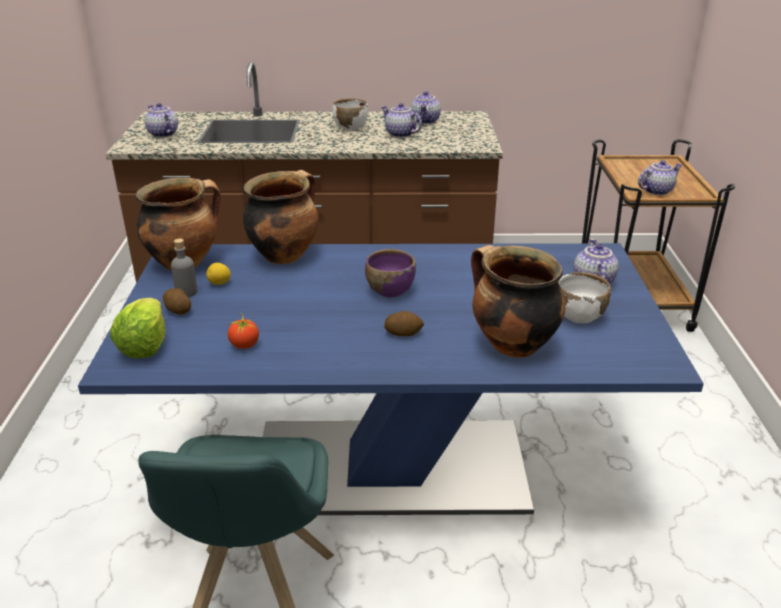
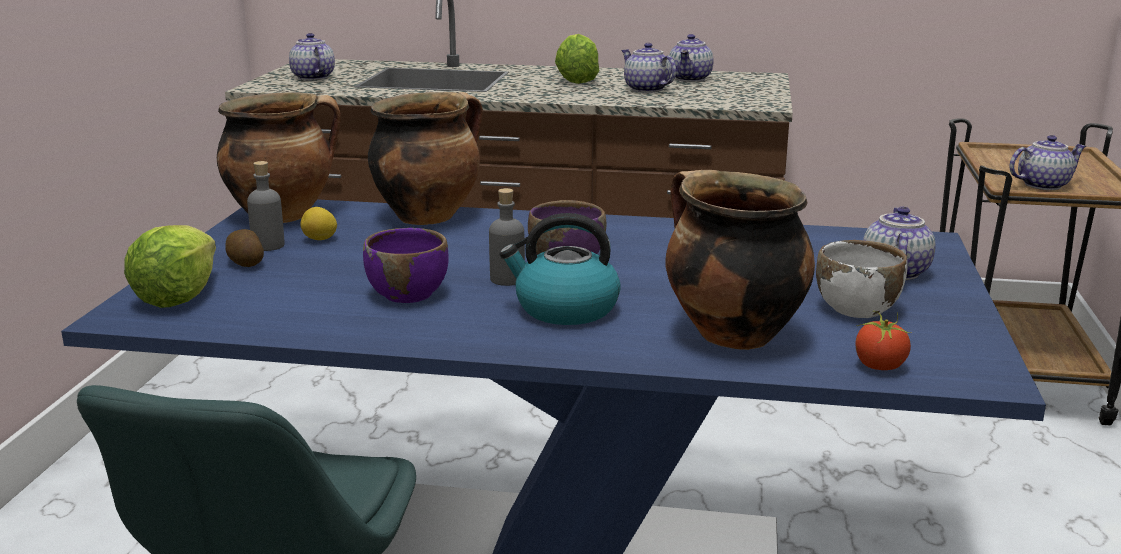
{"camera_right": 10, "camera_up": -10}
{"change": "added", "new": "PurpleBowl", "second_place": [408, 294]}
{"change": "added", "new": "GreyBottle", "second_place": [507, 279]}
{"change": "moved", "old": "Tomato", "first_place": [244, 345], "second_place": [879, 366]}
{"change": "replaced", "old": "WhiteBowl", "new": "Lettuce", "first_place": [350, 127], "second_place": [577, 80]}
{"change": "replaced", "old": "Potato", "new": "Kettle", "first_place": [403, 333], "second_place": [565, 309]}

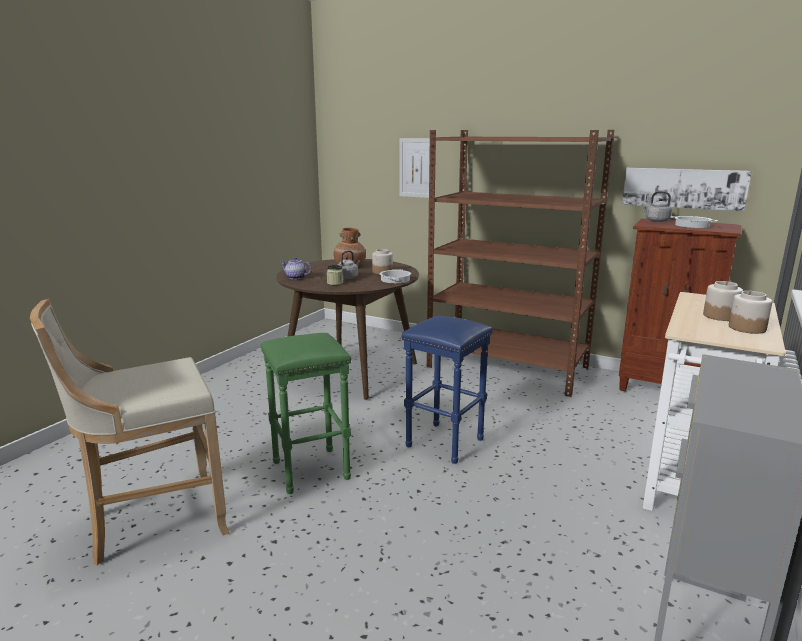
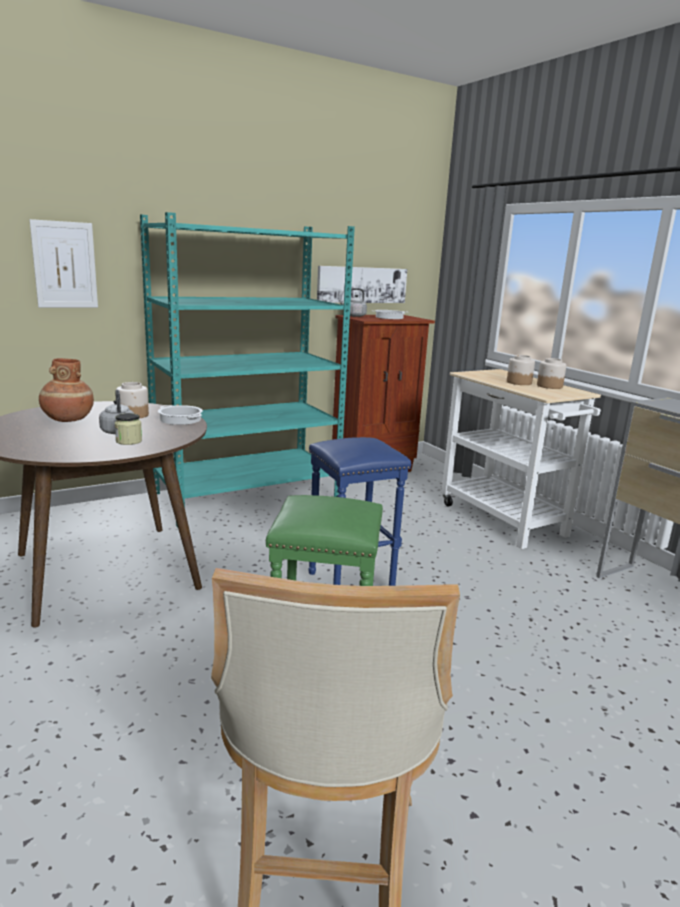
{"camera_right": -60, "camera_up": 0}
{"change": "removed", "old": "Teapot", "first_place": [295, 278]}
{"change": "recoloured", "old": "BrownBookcase", "new": "TurquoiseBookcase", "first_place": [507, 367], "second_place": [247, 497]}

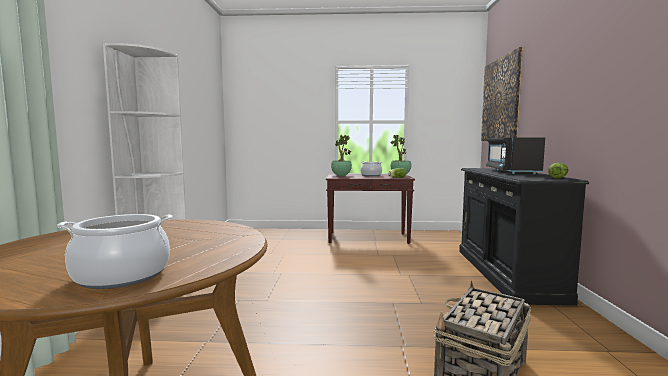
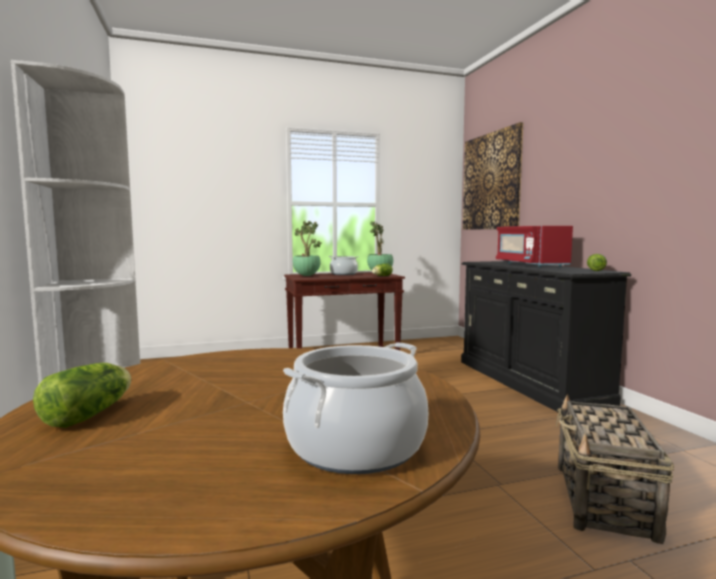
{"camera_right": -20, "camera_up": 0}
{"change": "added", "new": "Lettuce", "second_place": [91, 414]}
{"change": "recoloured", "old": "BlackMicrowave", "new": "RedMicrowave", "first_place": [511, 172], "second_place": [529, 265]}

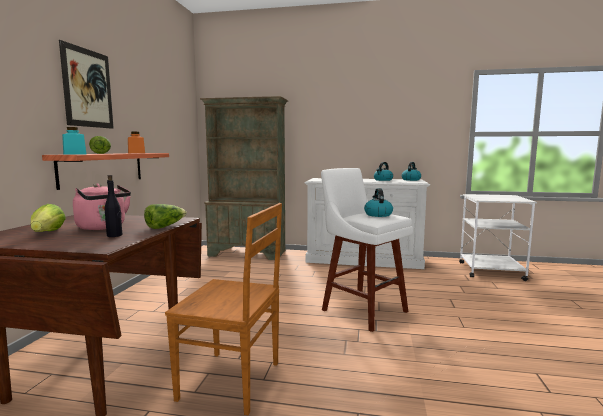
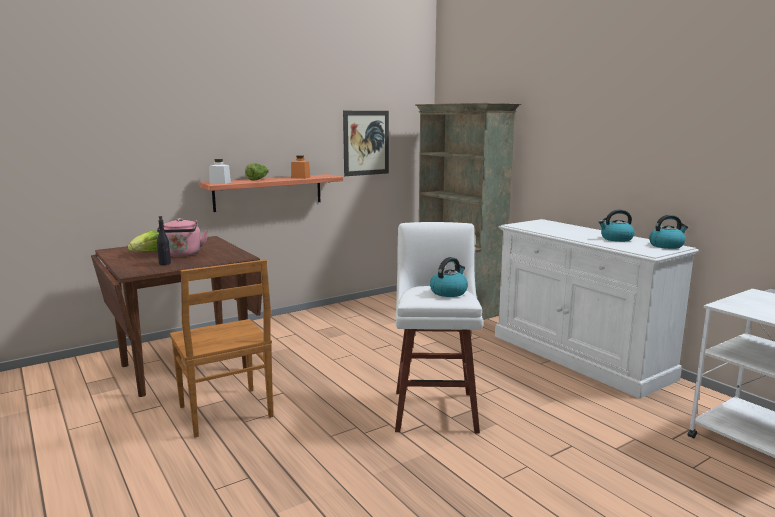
{"camera_right": 45, "camera_up": 5}
{"change": "removed", "old": "Lettuce", "first_place": [165, 226]}
{"change": "moved", "old": "Picture", "first_place": [88, 88], "second_place": [366, 143]}
{"change": "recoloured", "old": "TurquoiseJar", "new": "WhiteJar", "first_place": [74, 154], "second_place": [220, 183]}

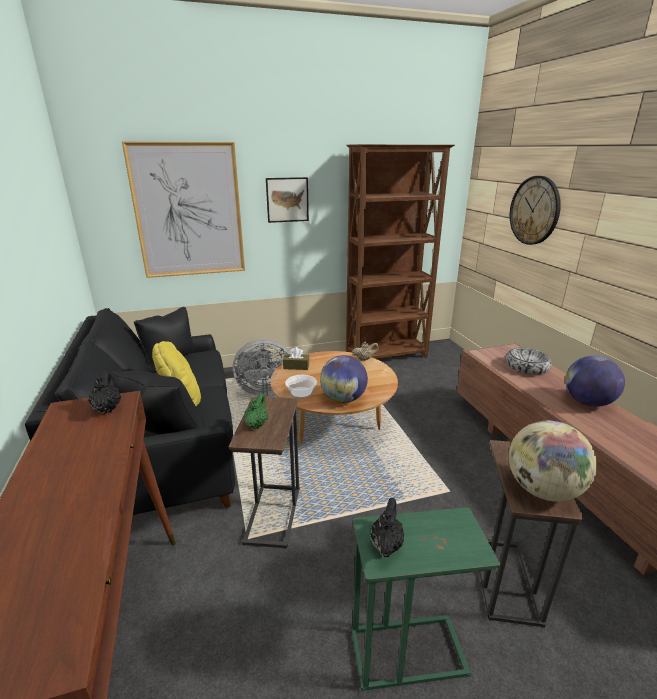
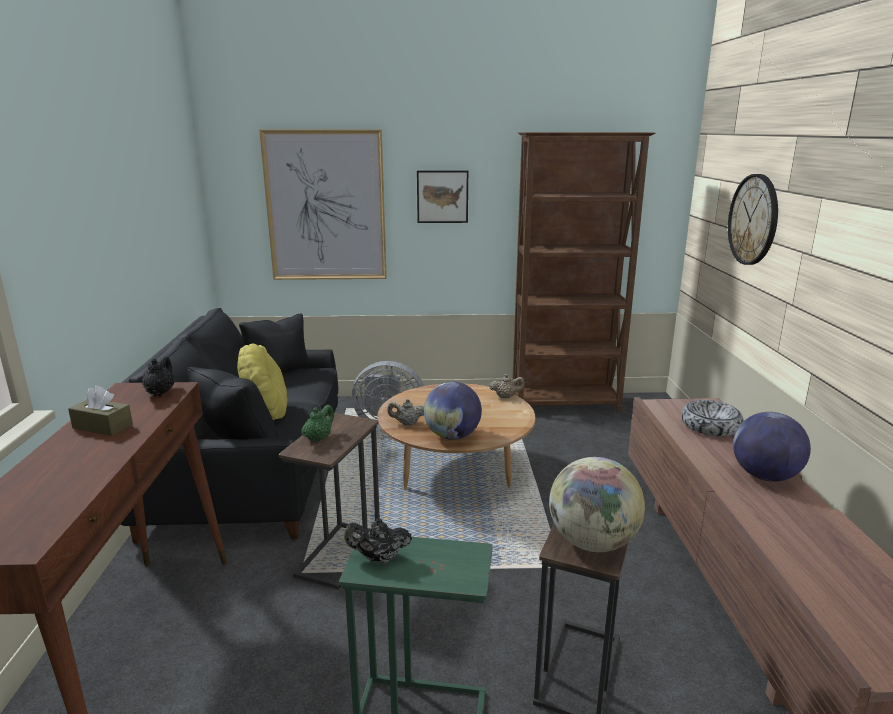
{"camera_right": 15, "camera_up": -5}
{"change": "moved", "old": "BrownTissueBox", "first_place": [296, 366], "second_place": [103, 426]}
{"change": "replaced", "old": "Bowl", "new": "BeigeTeapot", "first_place": [301, 392], "second_place": [407, 423]}
{"change": "turned", "old": "BlackTeapot", "first_place": [386, 544], "second_place": [379, 558], "degrees": -120}

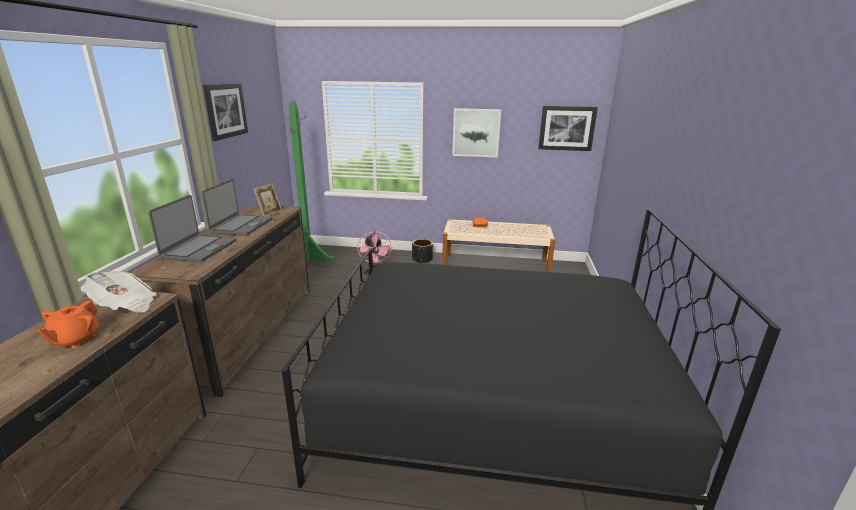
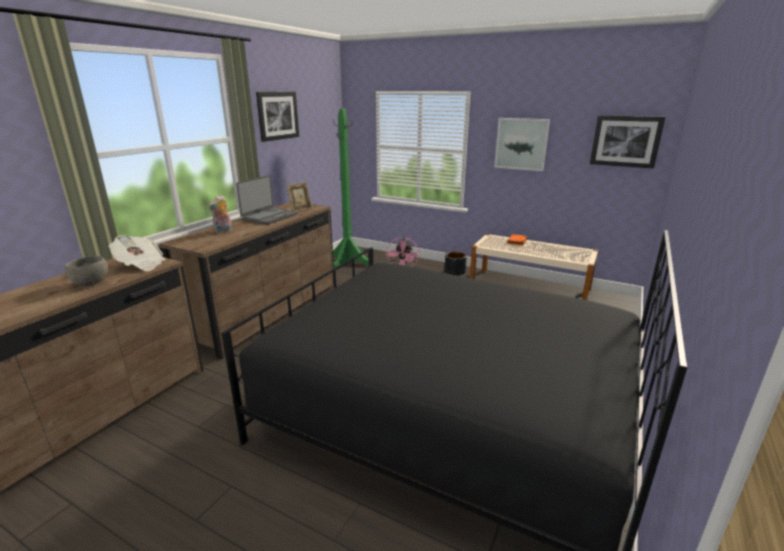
{"camera_right": 20, "camera_up": 0}
{"change": "replaced", "old": "OrangeTeapot", "new": "GreyBowl", "first_place": [75, 340], "second_place": [91, 283]}
{"change": "replaced", "old": "Laptop", "new": "PlushToy", "first_place": [199, 249], "second_place": [223, 231]}

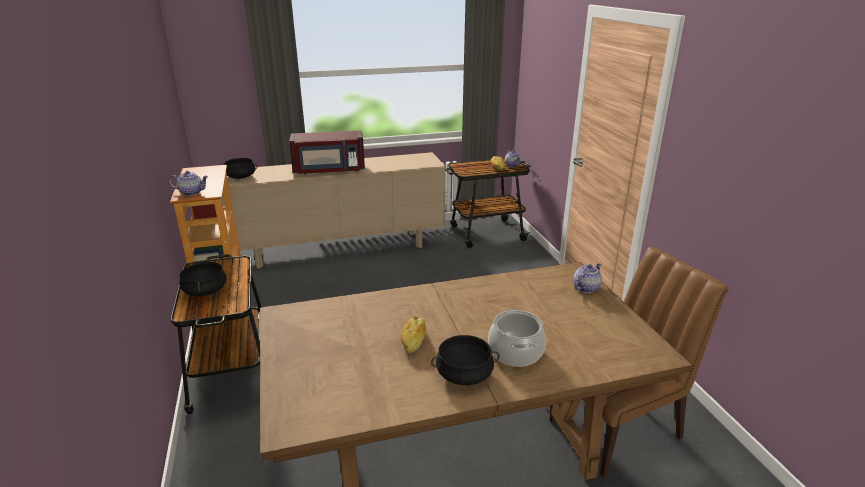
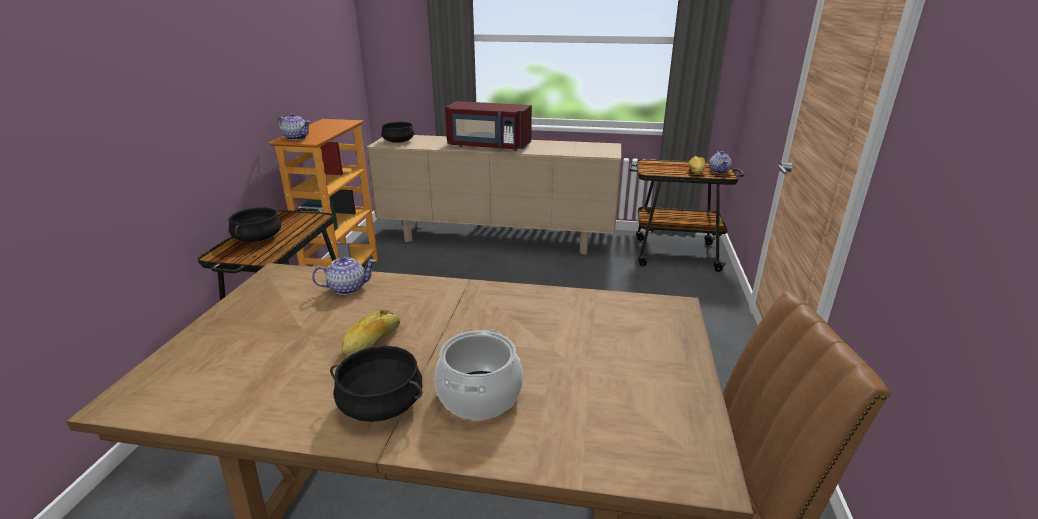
{"camera_right": 25, "camera_up": 0}
{"change": "moved", "old": "Teapot", "first_place": [586, 287], "second_place": [348, 288]}

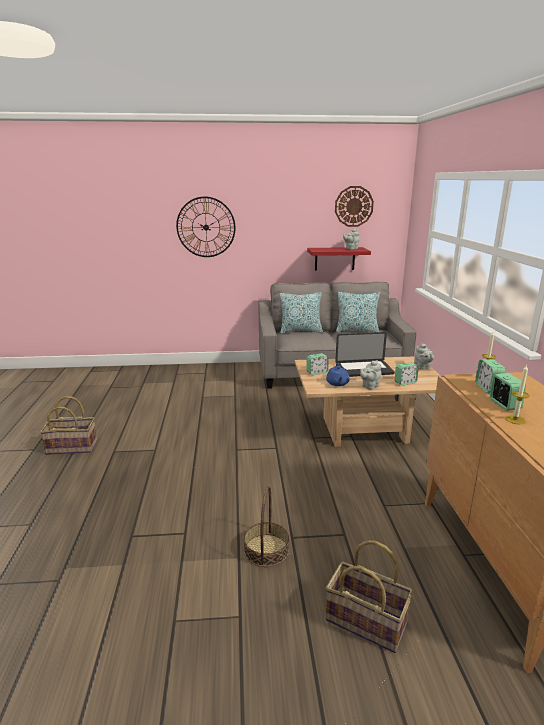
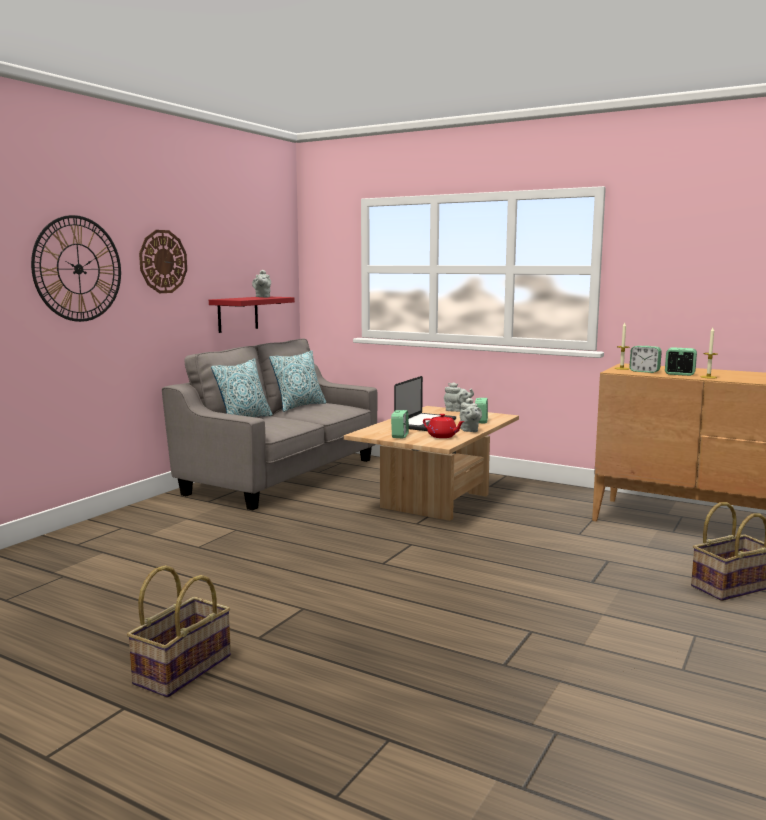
{"camera_right": -55, "camera_up": -10}
{"change": "removed", "old": "Basket", "first_place": [266, 550]}
{"change": "moved", "old": "WallClock", "first_place": [354, 206], "second_place": [163, 261]}
{"change": "recoloured", "old": "BlueTeapot", "new": "RedTeapot", "first_place": [337, 383], "second_place": [442, 436]}

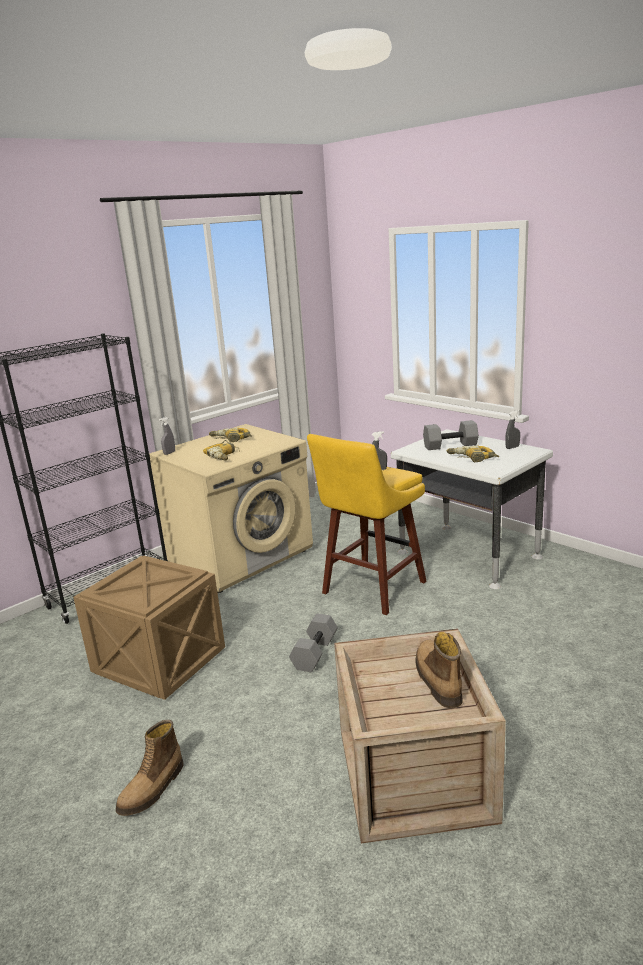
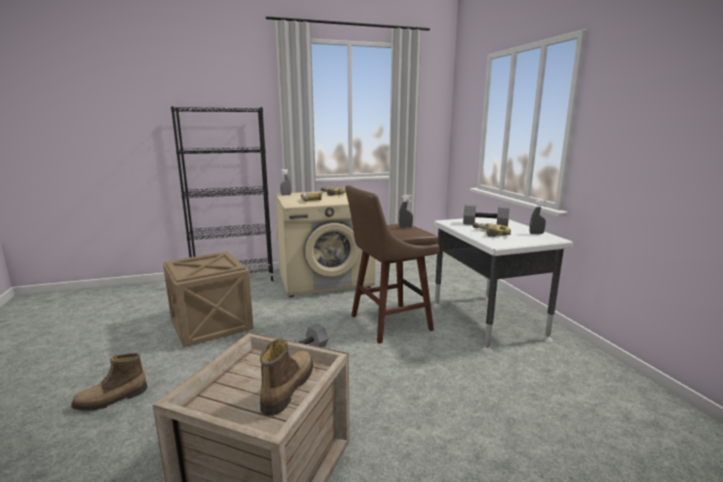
{"camera_right": 25, "camera_up": -5}
{"change": "recoloured", "old": "YellowStool", "new": "BrownStool", "first_place": [372, 589], "second_place": [387, 323]}

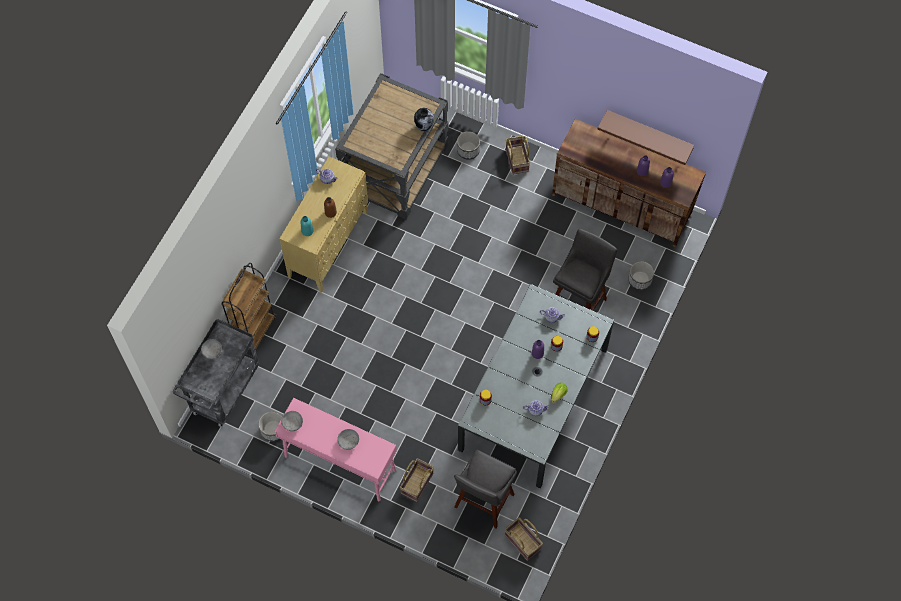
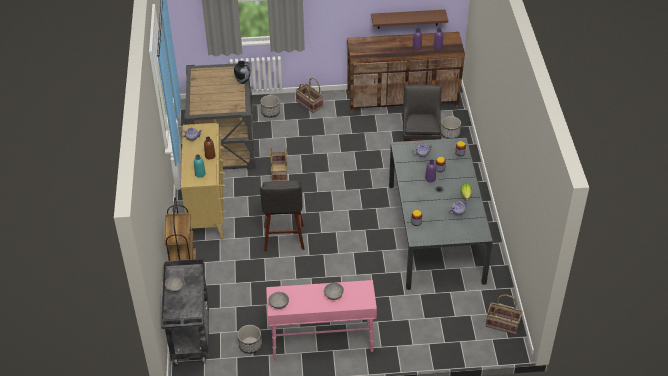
{"camera_right": -30, "camera_up": -20}
{"change": "moved", "old": "Basket", "first_place": [417, 484], "second_place": [279, 173]}
{"change": "moved", "old": "GreyStool", "first_place": [482, 502], "second_place": [283, 239]}

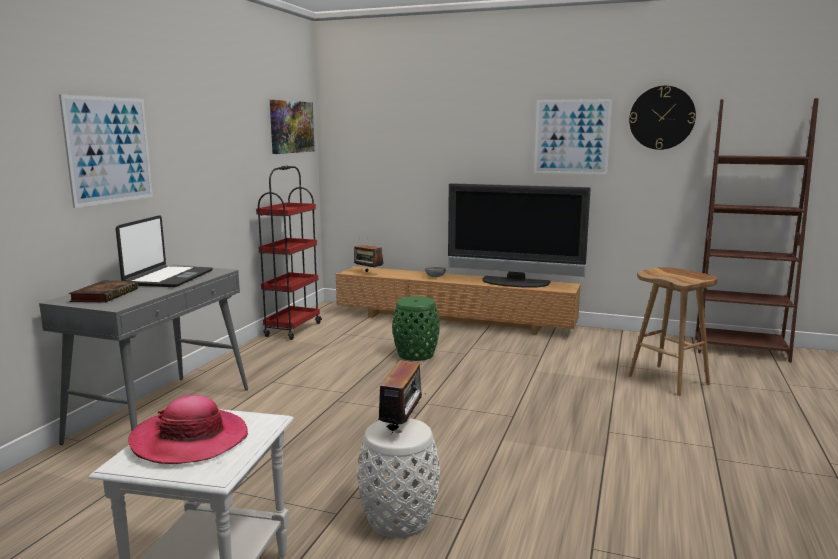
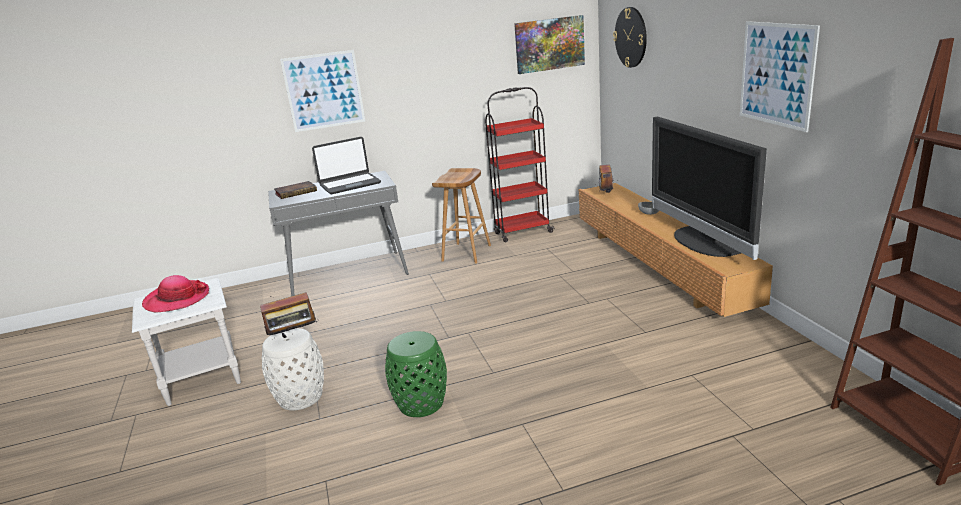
{"camera_right": 55, "camera_up": 10}
{"change": "moved", "old": "GreenStool", "first_place": [416, 354], "second_place": [421, 403]}
{"change": "moved", "old": "BrownStool", "first_place": [669, 380], "second_place": [467, 253]}
{"change": "moved", "old": "WallClock", "first_place": [661, 118], "second_place": [631, 37]}

